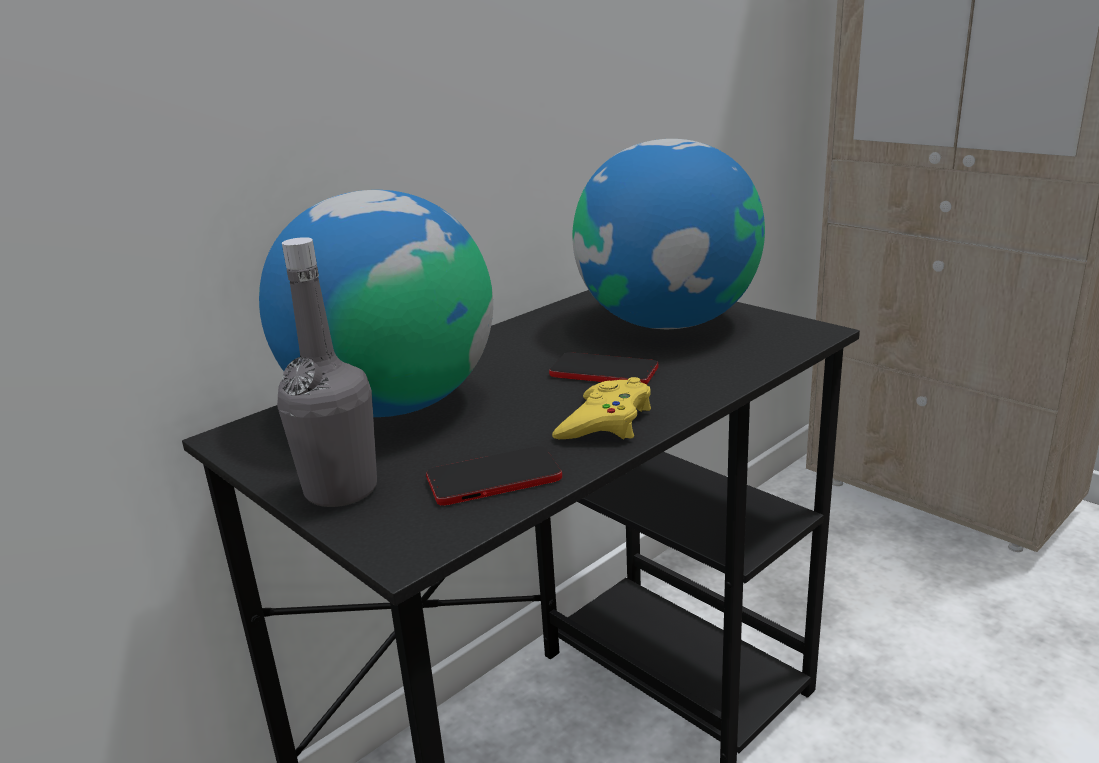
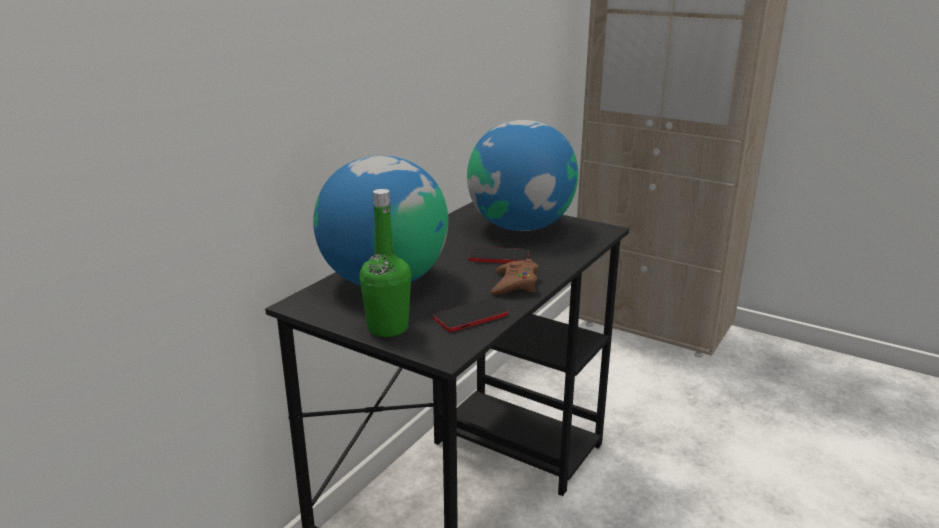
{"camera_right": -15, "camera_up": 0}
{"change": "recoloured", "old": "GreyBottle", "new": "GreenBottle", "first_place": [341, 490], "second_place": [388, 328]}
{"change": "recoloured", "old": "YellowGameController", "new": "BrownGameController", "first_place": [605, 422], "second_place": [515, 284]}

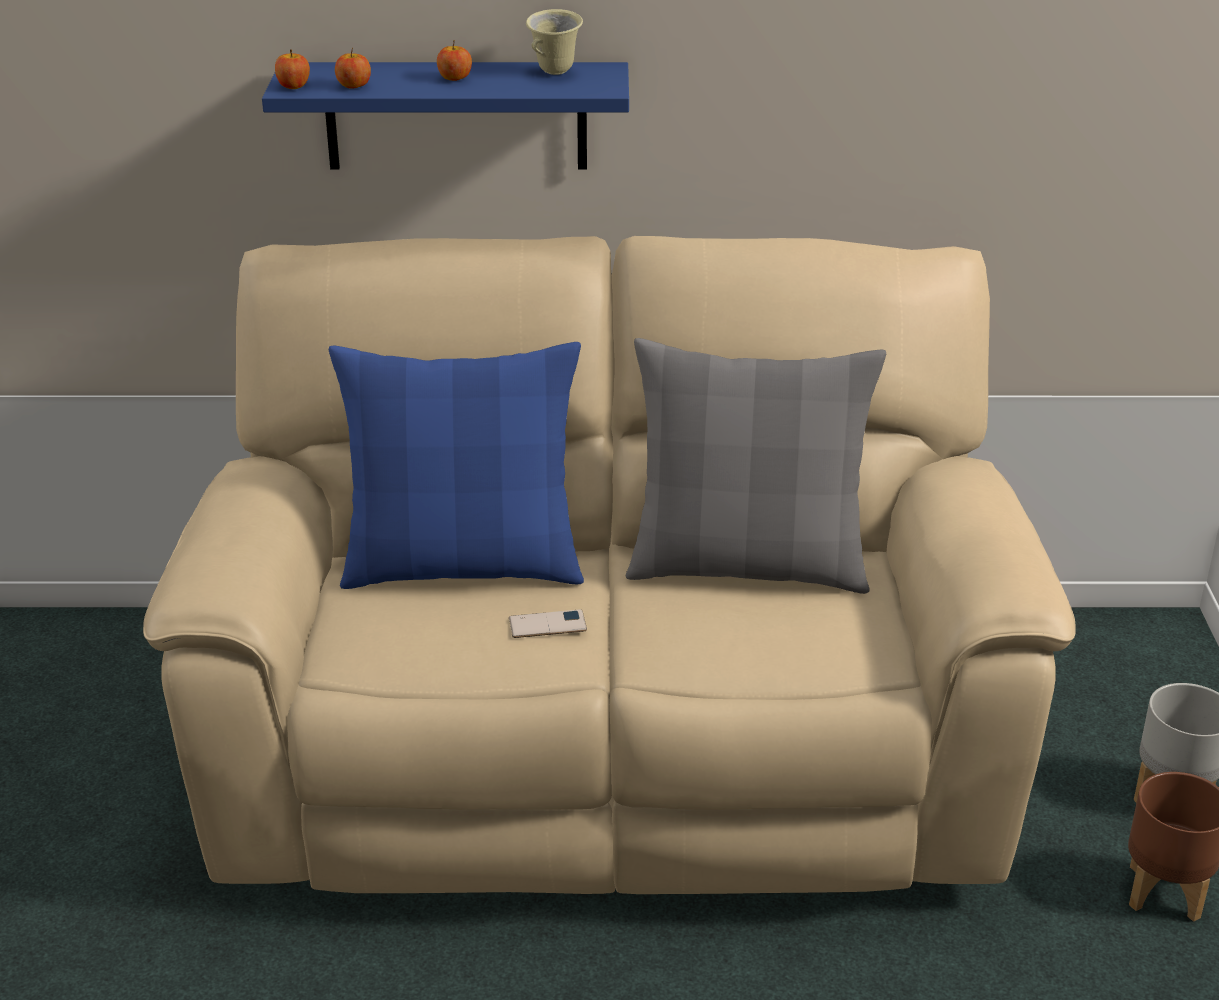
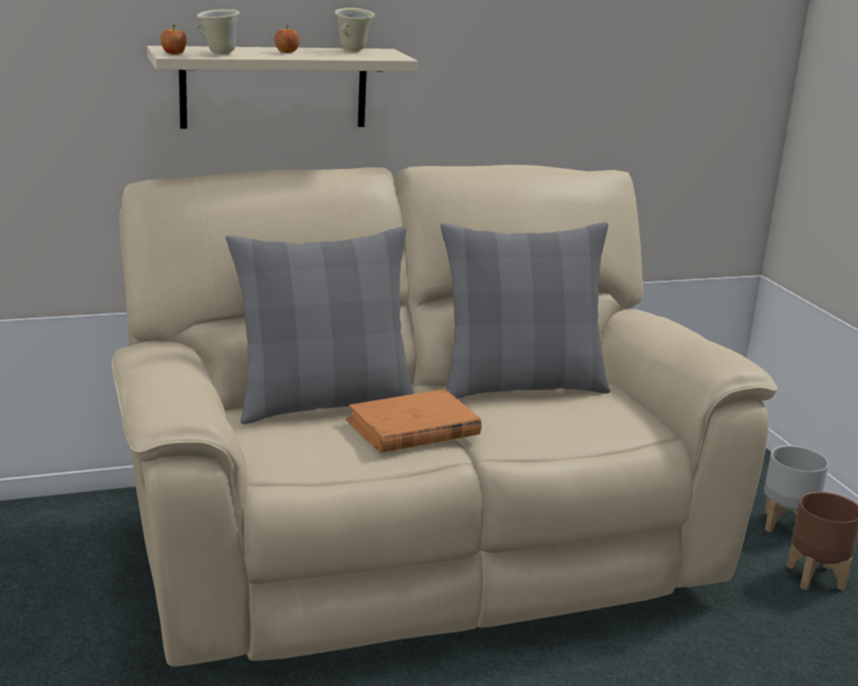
{"camera_right": -20, "camera_up": -10}
{"change": "replaced", "old": "Apple", "new": "BeigeMug", "first_place": [354, 86], "second_place": [218, 54]}
{"change": "replaced", "old": "Phone", "new": "OrangeBook", "first_place": [547, 625], "second_place": [412, 428]}
{"change": "recoloured", "old": "BlueShelf", "new": "BeigeShelf", "first_place": [456, 115], "second_place": [274, 87]}
{"change": "recoloured", "old": "BluePillow", "new": "GreyPillow", "first_place": [463, 566], "second_place": [324, 403]}

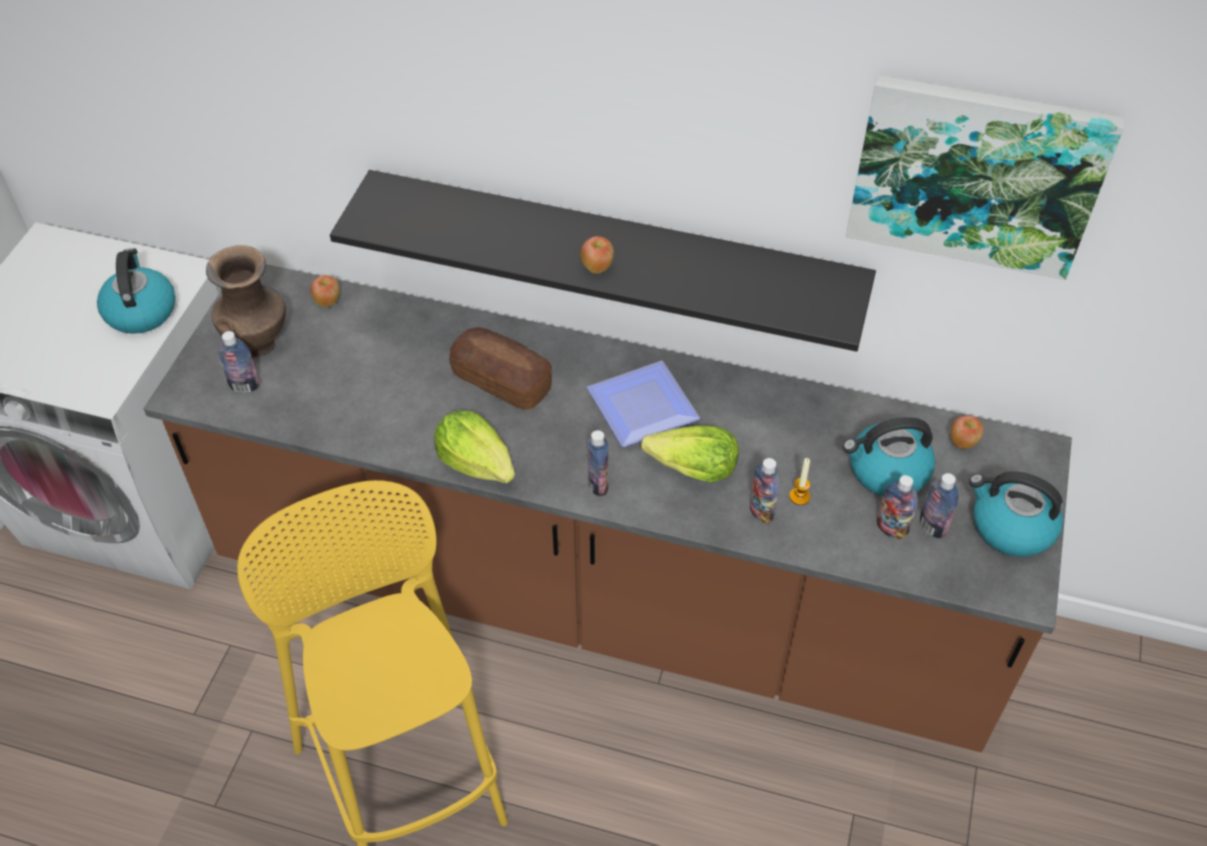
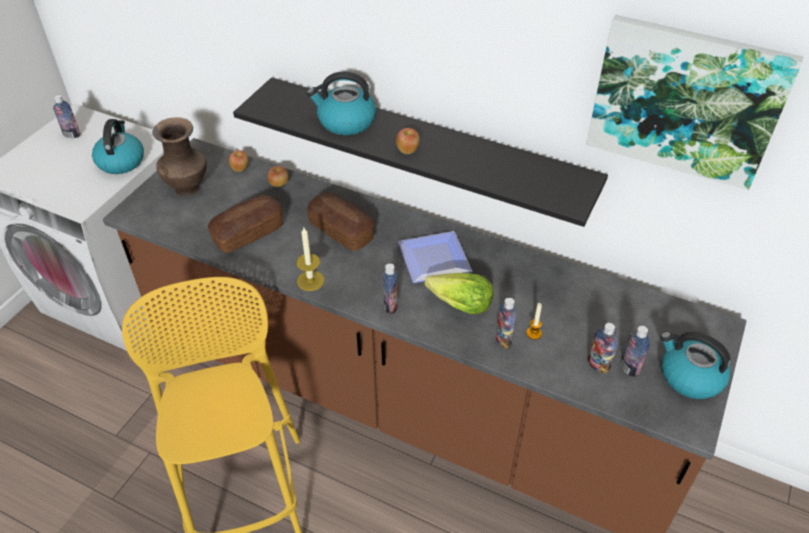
{"camera_right": 10, "camera_up": -5}
{"change": "added", "new": "Bread", "second_place": [248, 233]}
{"change": "moved", "old": "Bottle", "first_place": [244, 386], "second_place": [72, 135]}
{"change": "moved", "old": "Kettle", "first_place": [887, 471], "second_place": [345, 122]}
{"change": "moved", "old": "Apple", "first_place": [963, 442], "second_place": [279, 184]}
{"change": "replaced", "old": "Lettuce", "new": "Candle", "first_place": [477, 463], "second_place": [310, 280]}

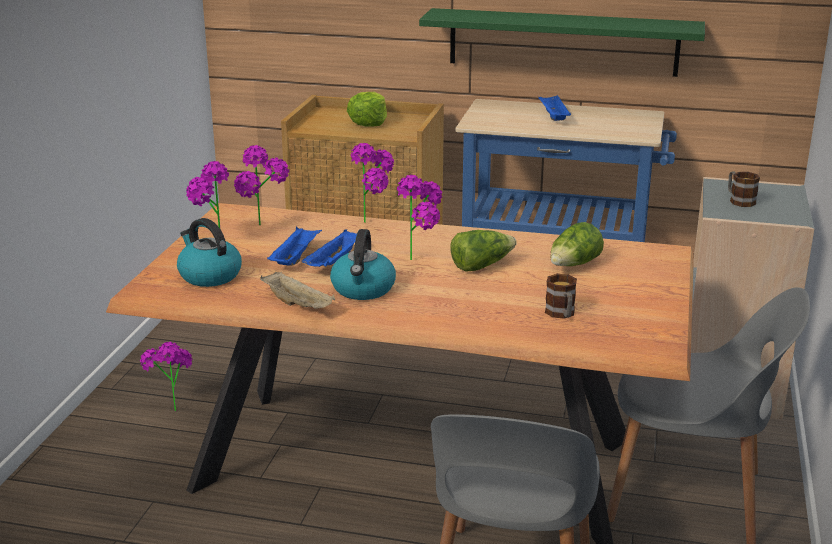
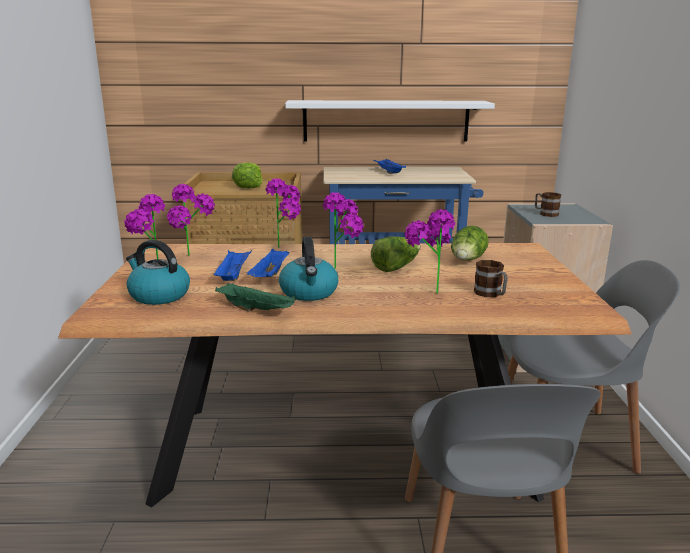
{"camera_right": -15, "camera_up": -5}
{"change": "moved", "old": "PottedPlant", "first_place": [171, 406], "second_place": [427, 291]}
{"change": "recoloured", "old": "BeigeTray", "new": "GreenTray", "first_place": [299, 305], "second_place": [257, 310]}
{"change": "recoloured", "old": "GreenShelf", "new": "WhiteShelf", "first_place": [563, 42], "second_place": [386, 121]}

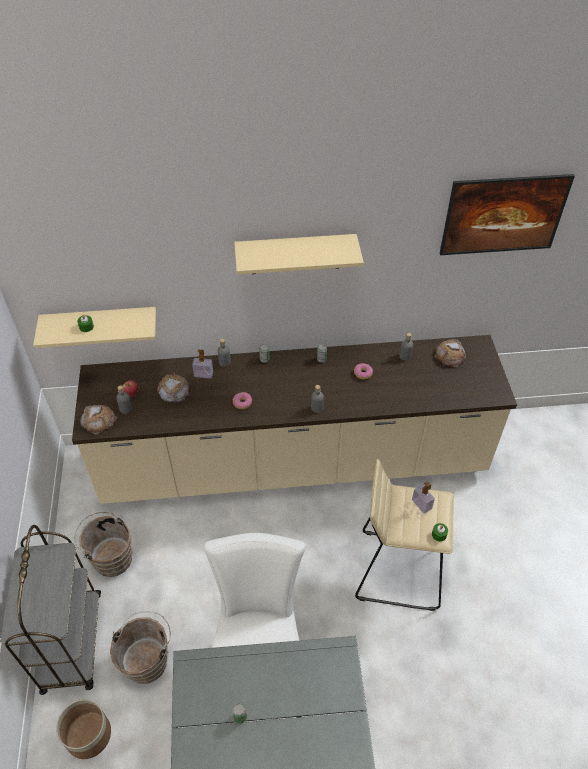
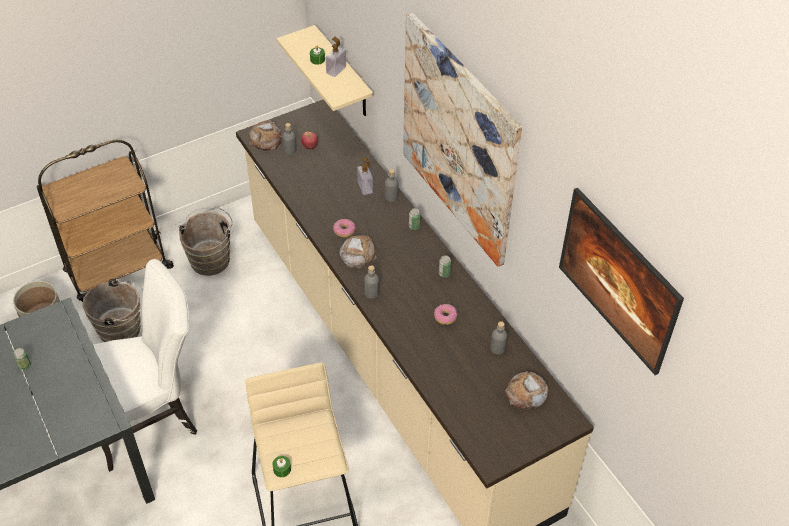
{"camera_right": 65, "camera_up": 0}
{"change": "moved", "old": "Bread", "first_place": [173, 391], "second_place": [357, 254]}
{"change": "moved", "old": "SoapDispenser", "first_place": [421, 504], "second_place": [336, 70]}
{"change": "replaced", "old": "BeigeShelf", "new": "Picture", "first_place": [295, 254], "second_place": [459, 140]}
{"change": "recoloured", "old": "GreyCart", "new": "BrownCart", "first_place": [71, 643], "second_place": [117, 270]}

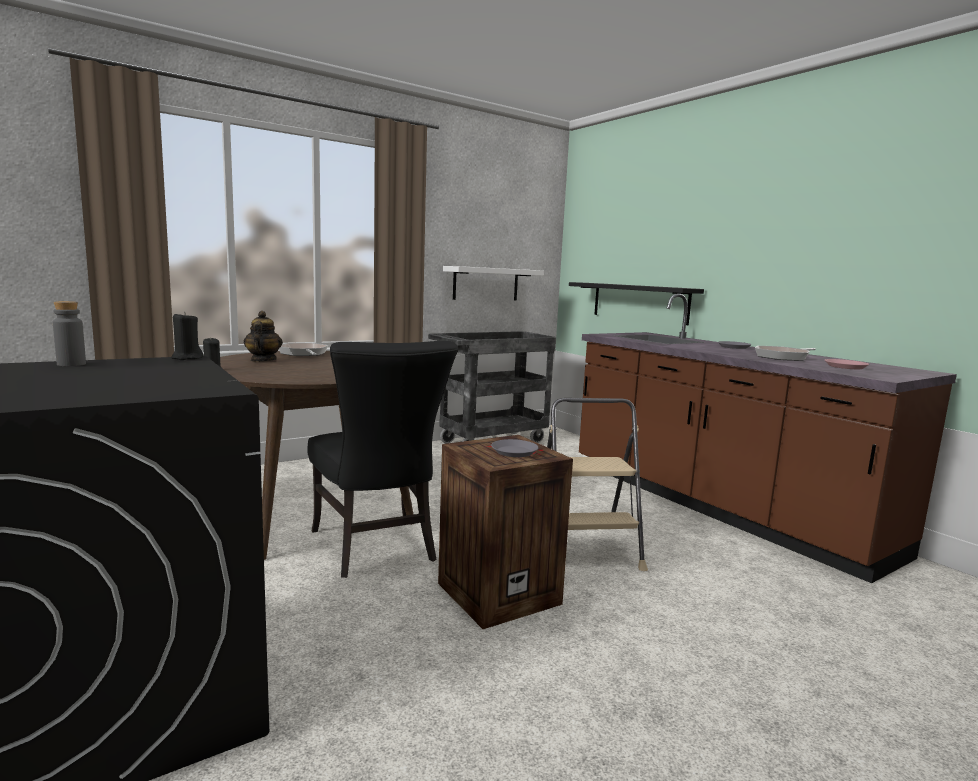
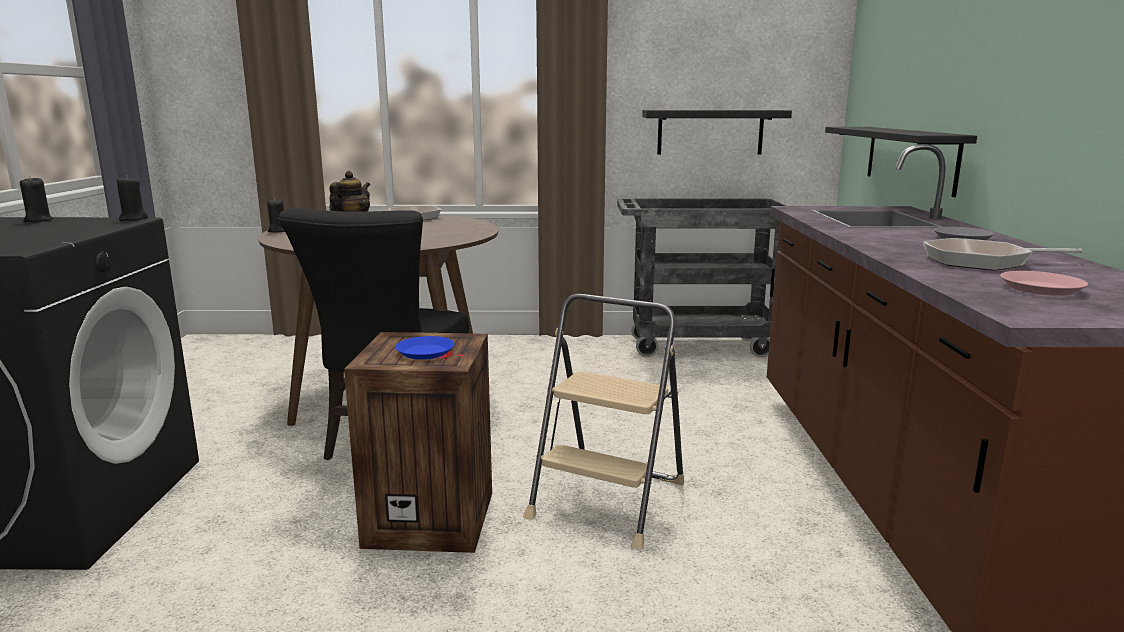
{"camera_right": 35, "camera_up": 5}
{"change": "replaced", "old": "GreyBottle", "new": "BlackCandle", "first_place": [71, 364], "second_place": [38, 220]}
{"change": "recoloured", "old": "WhiteShelf", "new": "BlackShelf", "first_place": [486, 284], "second_place": [710, 132]}
{"change": "recoloured", "old": "GreyPlate", "new": "BluePlate", "first_place": [514, 452], "second_place": [425, 352]}

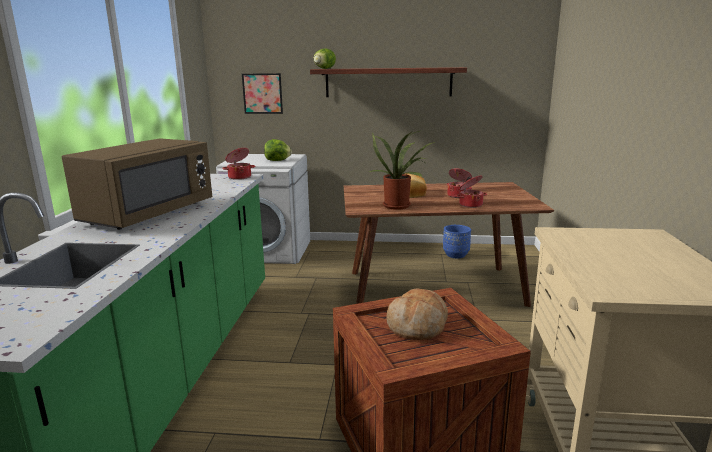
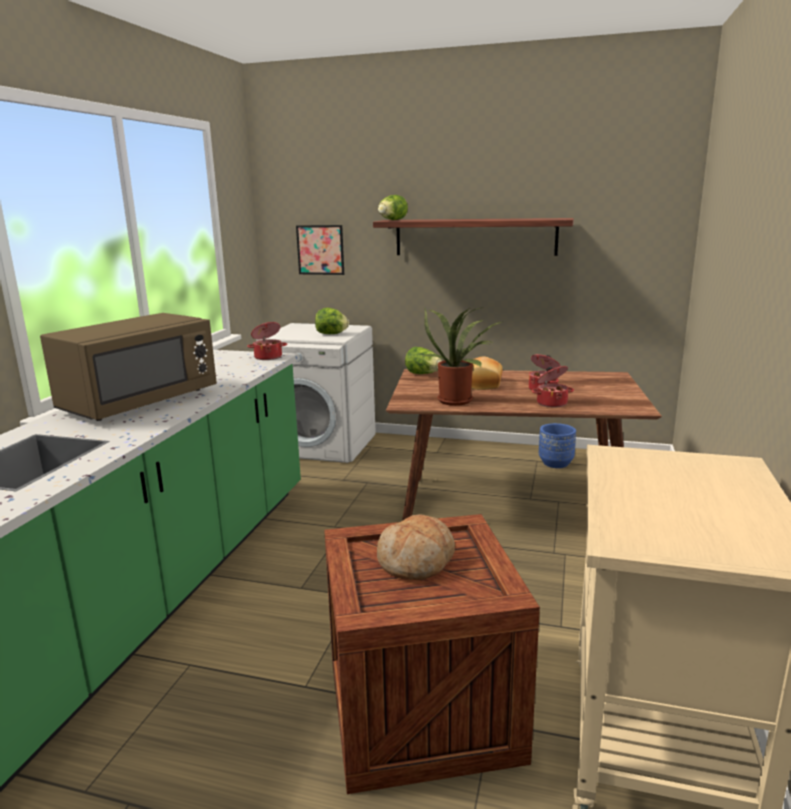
{"camera_right": 10, "camera_up": 0}
{"change": "added", "new": "Lettuce", "second_place": [423, 374]}

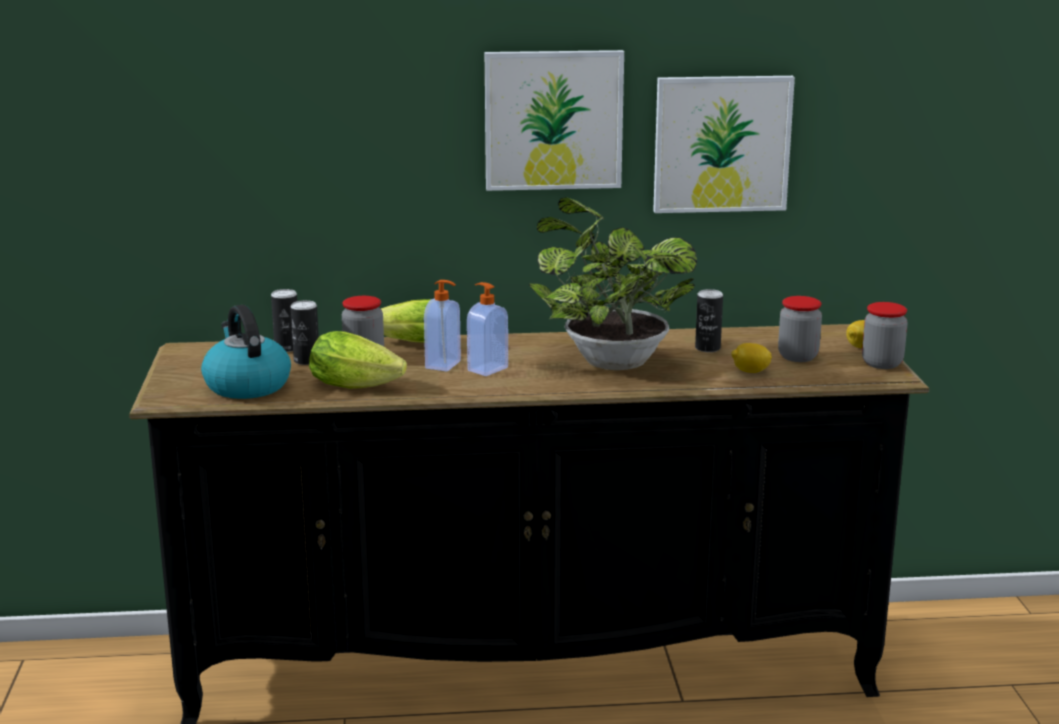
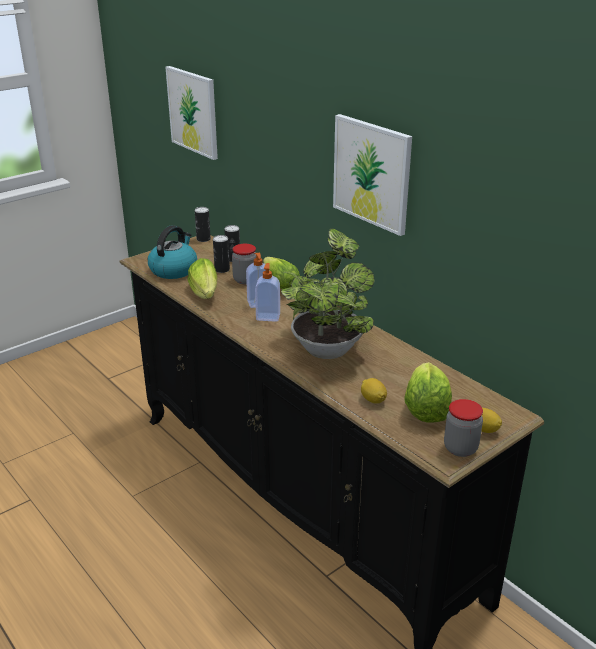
{"camera_right": 55, "camera_up": 10}
{"change": "moved", "old": "Picture", "first_place": [722, 144], "second_place": [193, 112]}
{"change": "moved", "old": "Can", "first_place": [707, 348], "second_place": [203, 239]}
{"change": "replaced", "old": "Jar", "new": "Lettuce", "first_place": [798, 357], "second_place": [426, 409]}

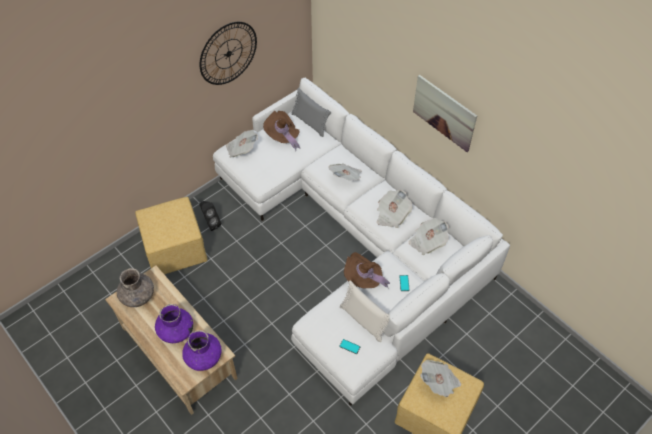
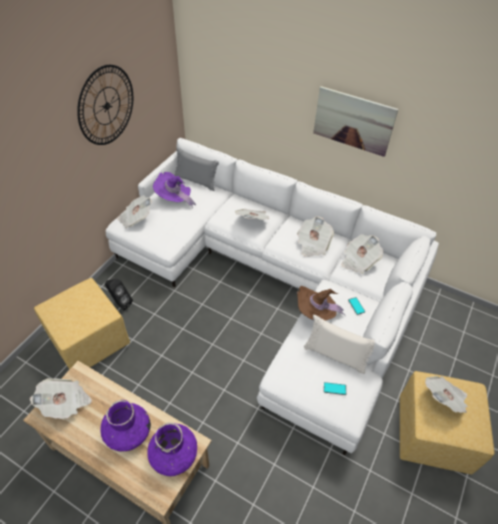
{"camera_right": -20, "camera_up": -5}
{"change": "replaced", "old": "GreyVase", "new": "Newspaper", "first_place": [138, 296], "second_place": [66, 403]}
{"change": "recoloured", "old": "BrownHat", "new": "PurpleHat", "first_place": [283, 137], "second_place": [174, 199]}

